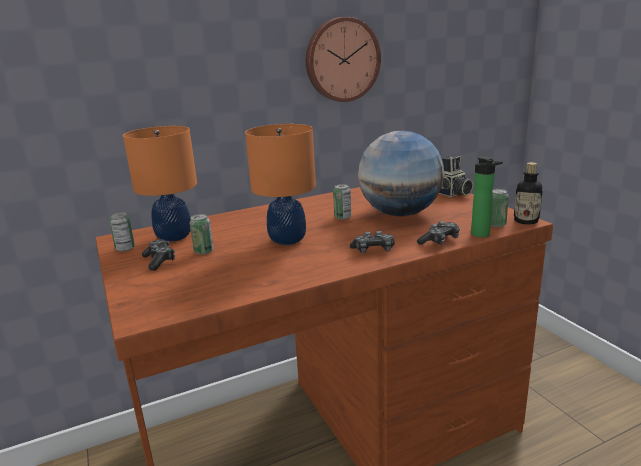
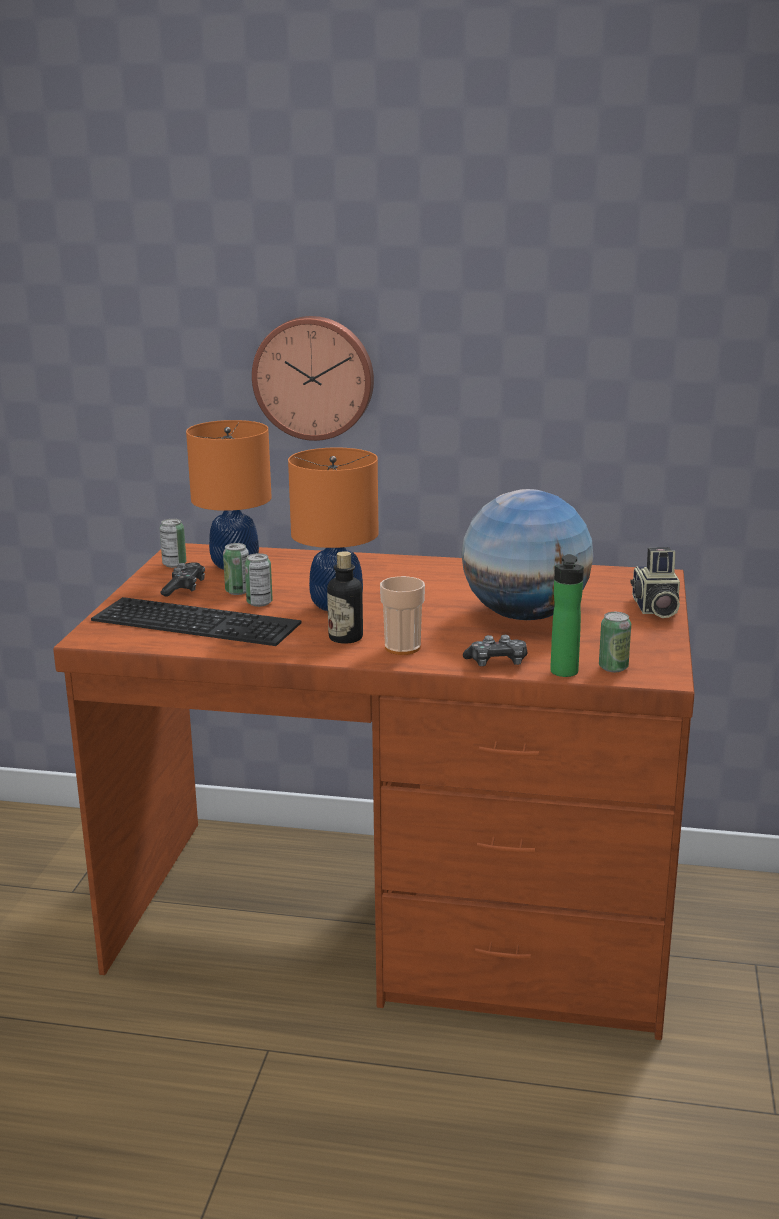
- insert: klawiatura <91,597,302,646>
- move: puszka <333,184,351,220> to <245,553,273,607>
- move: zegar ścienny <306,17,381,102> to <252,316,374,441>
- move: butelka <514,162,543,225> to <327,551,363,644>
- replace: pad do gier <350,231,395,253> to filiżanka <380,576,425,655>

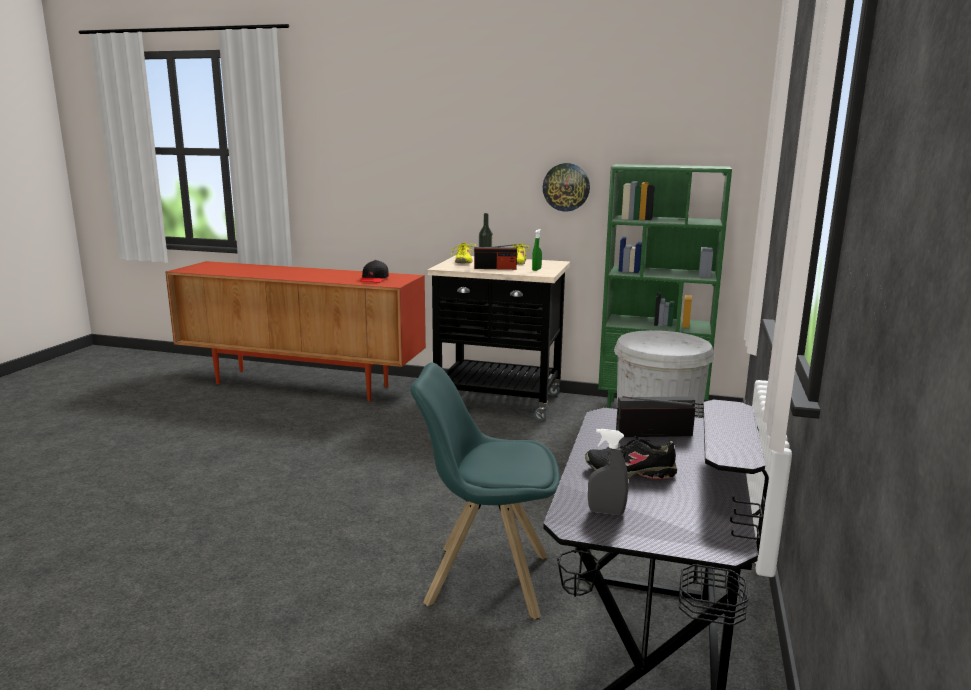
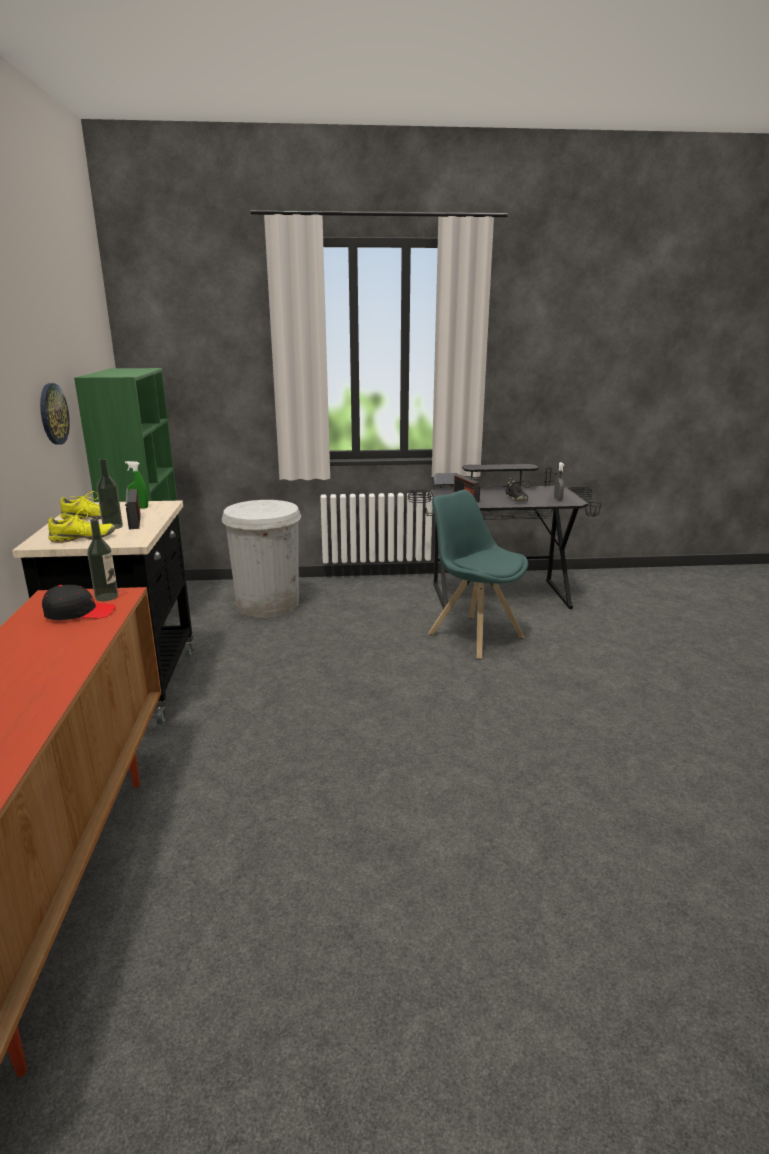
- insert: butelka <87,519,118,601>
- rotate: krzesło/turkusowy <410,363,560,620> = <428,490,528,659> 150 degrees clockwise

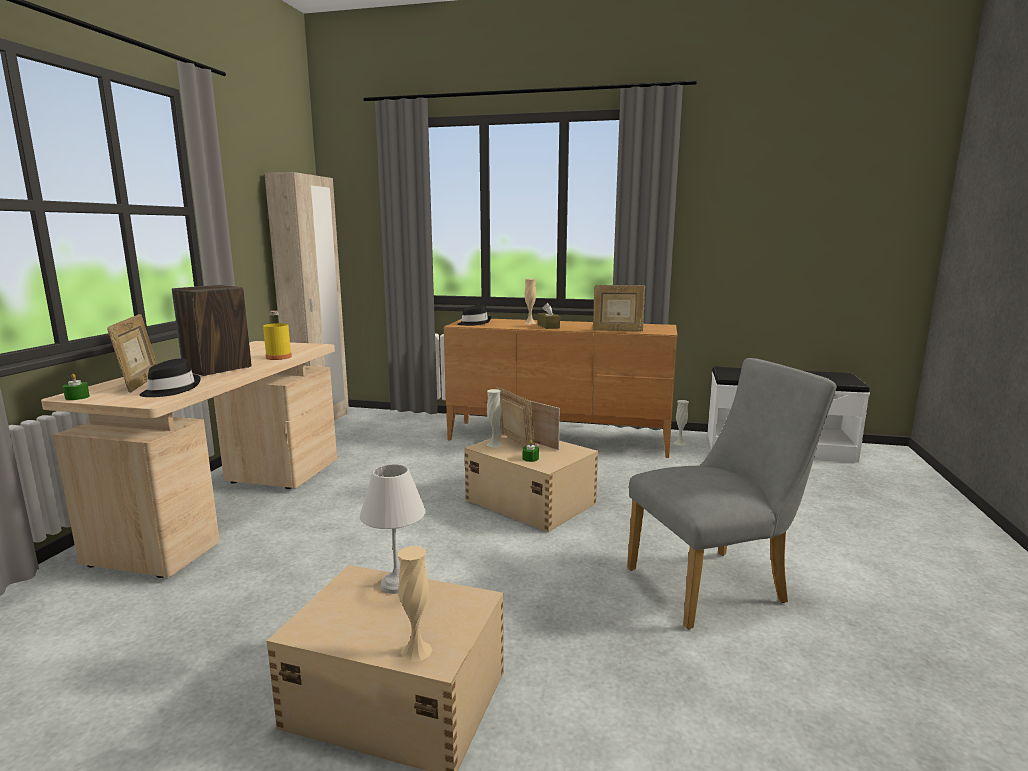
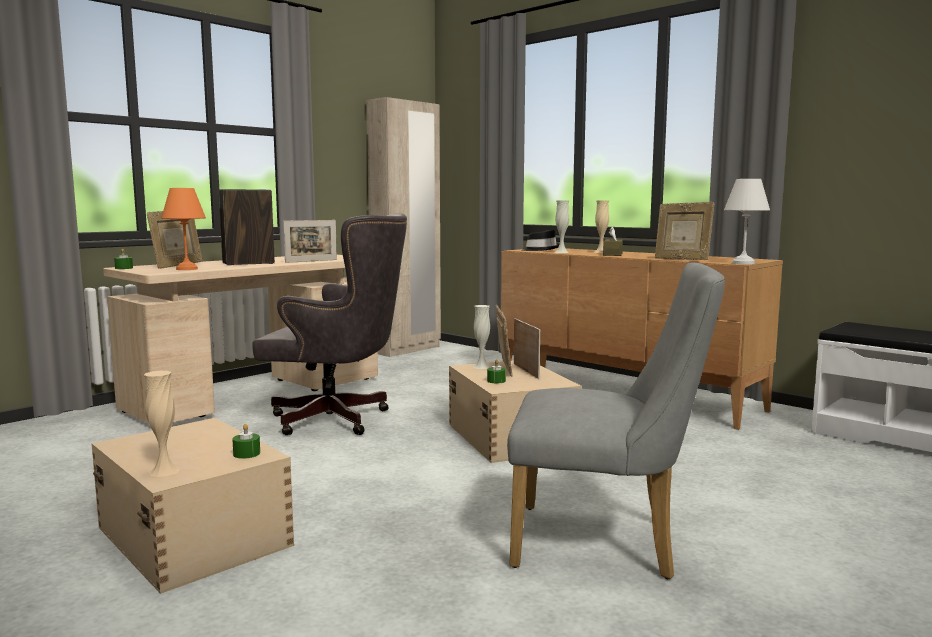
- replace: kapelusz/czarny <140,358,201,397> to lampa stołowa/pomarańczowy <161,188,206,270>
- insert: świeca/zielony <232,424,260,459>
- insert: krzesło biurowe/szary <252,213,407,435>
- replace: butelka/żółty <263,310,292,360> to ramka na zdjęcie <283,220,337,263>
- move: wazon/biały <674,400,689,445> to <555,201,569,253>
- move: lampa stołowa/biały <360,464,426,594> to <724,179,770,264>

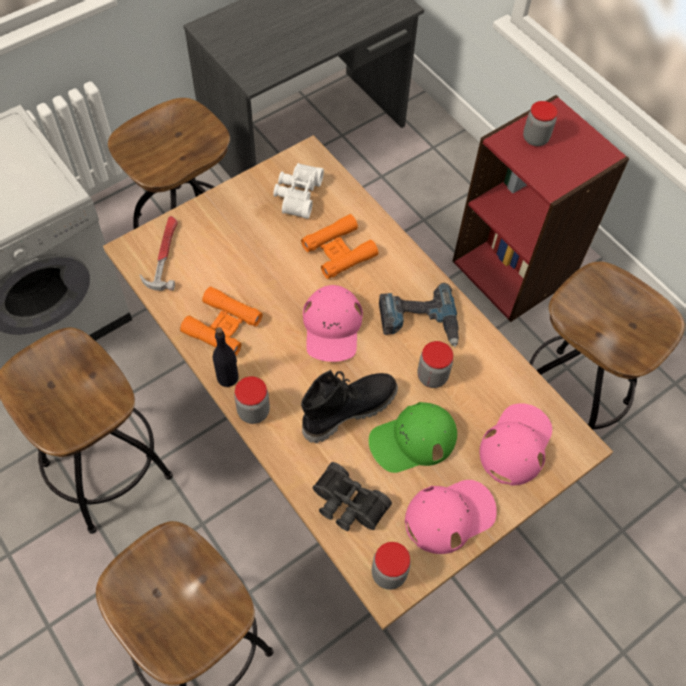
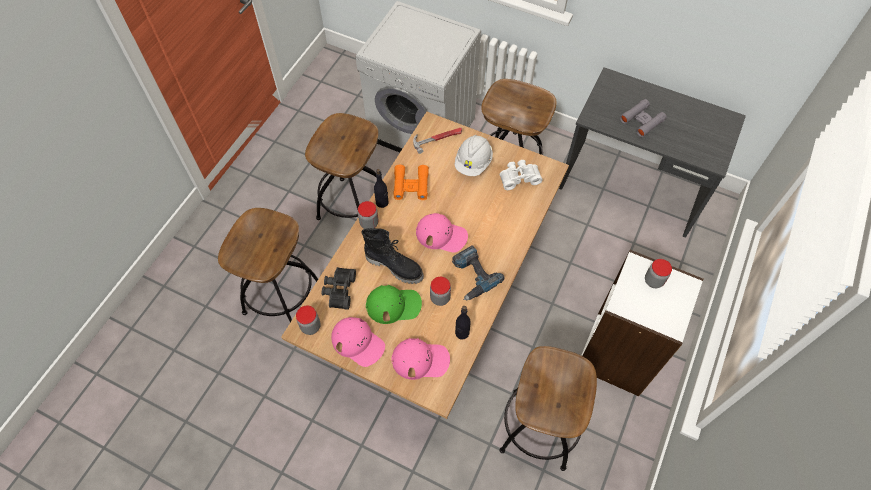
- rotate: czapka z daszkiem/zielony <369,402,457,473> = <366,285,422,324> 135 degrees clockwise
- rotate: czapka z daszkiem/różowy <303,285,363,362> = <416,213,468,253> 135 degrees counterclockwise
- insert: kask/biały <455,135,493,176>
- insert: butelka/czarny <455,306,471,340>
- recolor: regał/czerwony <452,95,629,322> to regał/biały <581,250,703,396>
- insert: lornetka/szary <620,99,667,137>
- delete: lornetka/pomarańczowy <301,214,378,279>

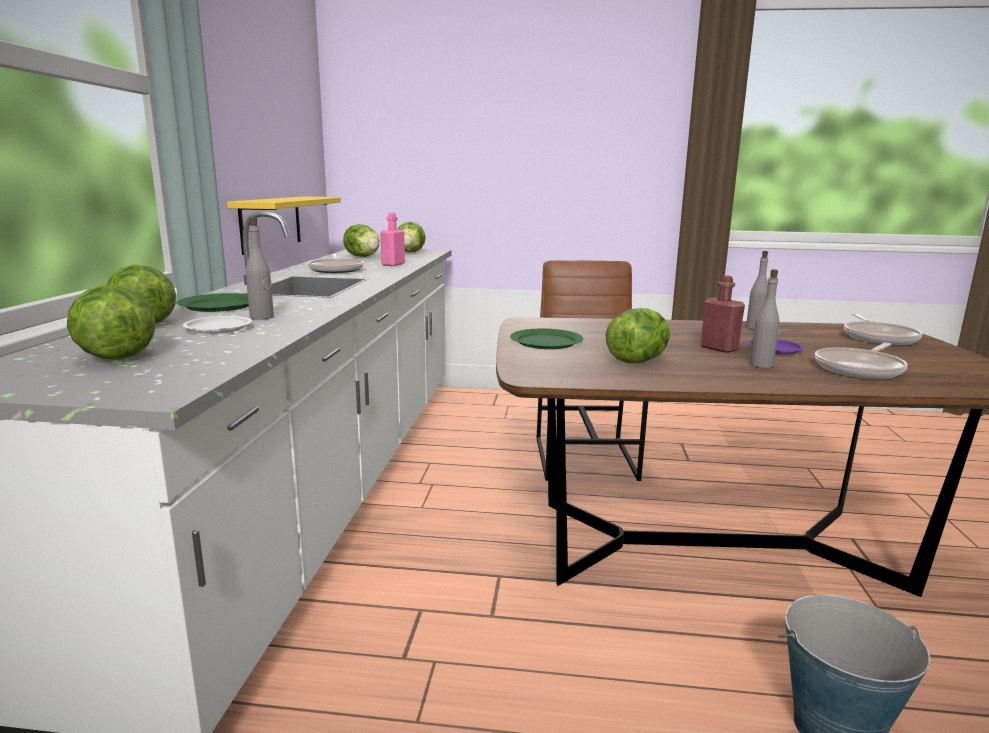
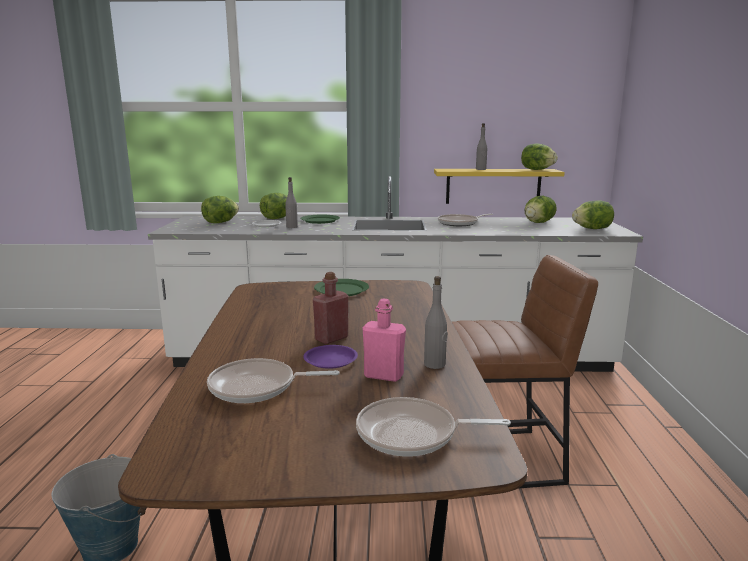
- rotate: patelnia <815,342,908,379> = <207,358,340,403> 45 degrees counterclockwise
- move: butelka/różowy <380,213,405,266> to <362,299,406,382>
- move: butelka/szary <750,269,779,368> to <476,123,487,170>
- move: sałata <606,308,670,363> to <521,143,558,170>

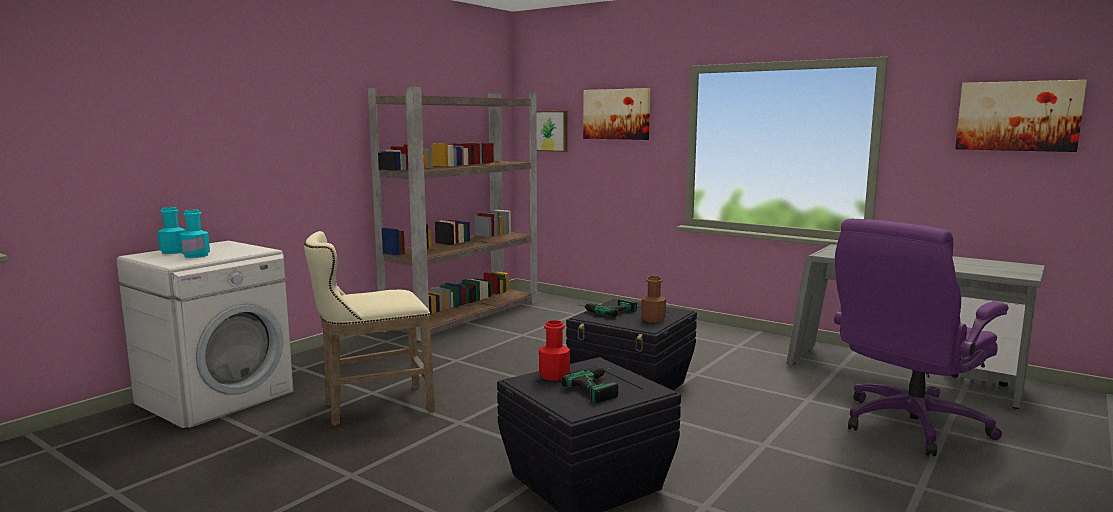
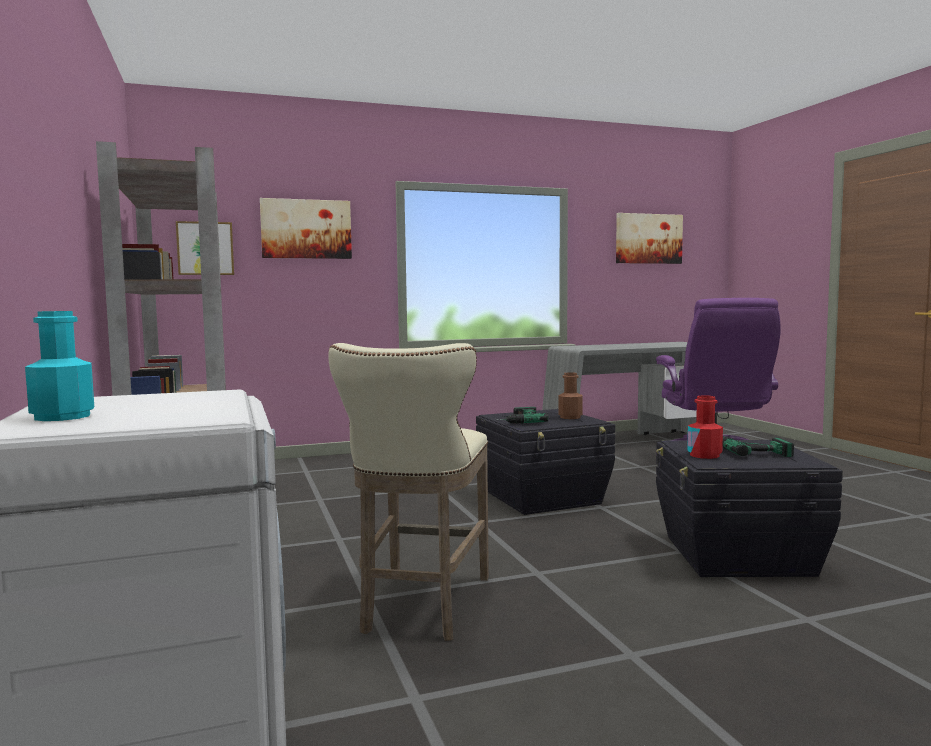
- delete: butelka/turkusowy <180,210,210,258>

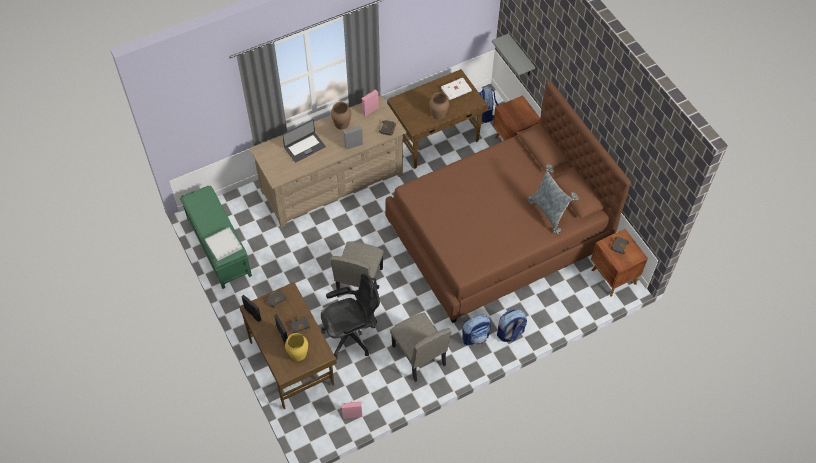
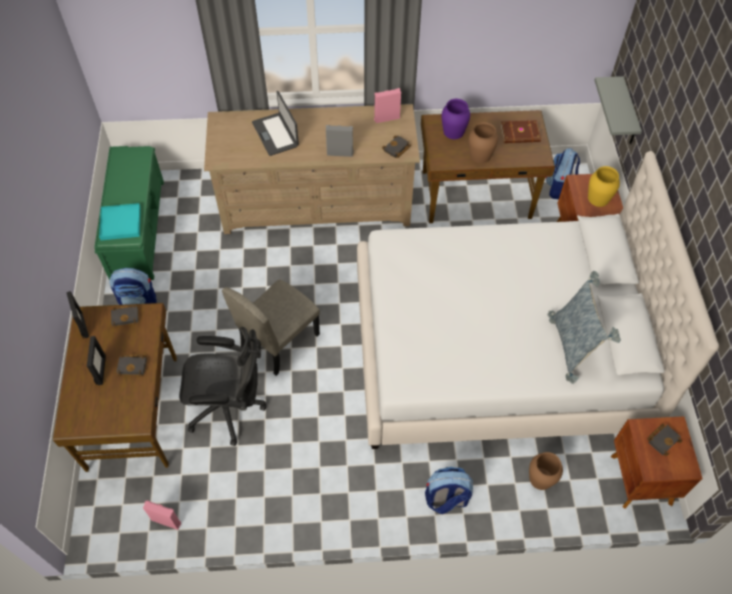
- recolor: taca/biały <205,227,242,261> to taca/turkusowy <99,203,141,240>
- move: plecak <462,315,491,346> to <109,268,157,305>
- rotate: laptop <282,119,326,163> = <252,91,299,156> 75 degrees clockwise
- recolor: łóżko/brązowy <385,81,631,323> to łóżko/biały <357,151,719,449>
- insert: wazon/fioletowy <442,99,470,139>
- recolor: książka/biały <441,78,472,100> to książka/brązowy <500,120,541,143>
- move: wazon/brązowy <331,102,351,129> to <529,452,563,490>
- move: wazon/żółty <285,333,308,361> to <588,166,620,207>
- delete: krzesło/beżowy <390,312,452,382>

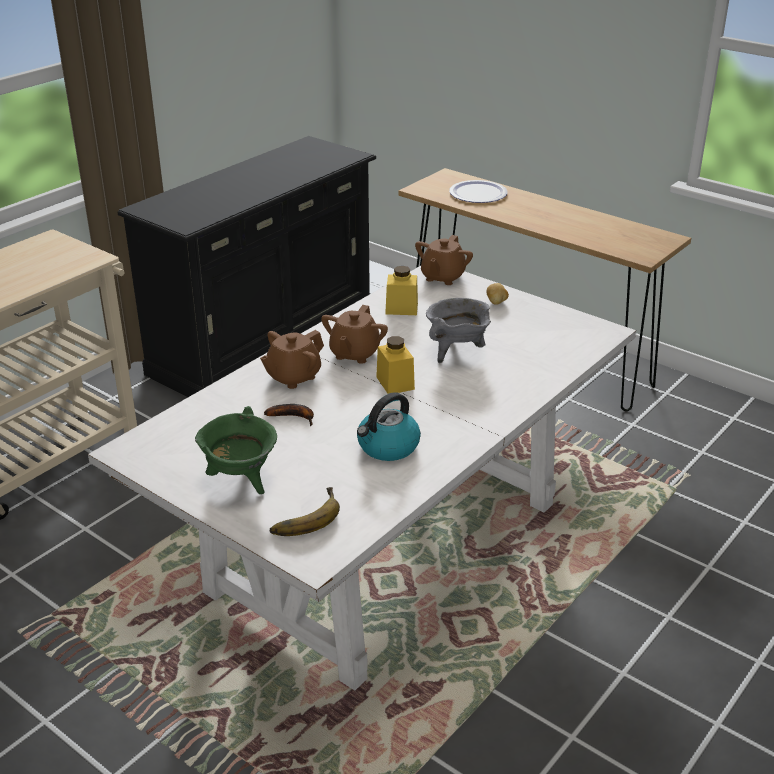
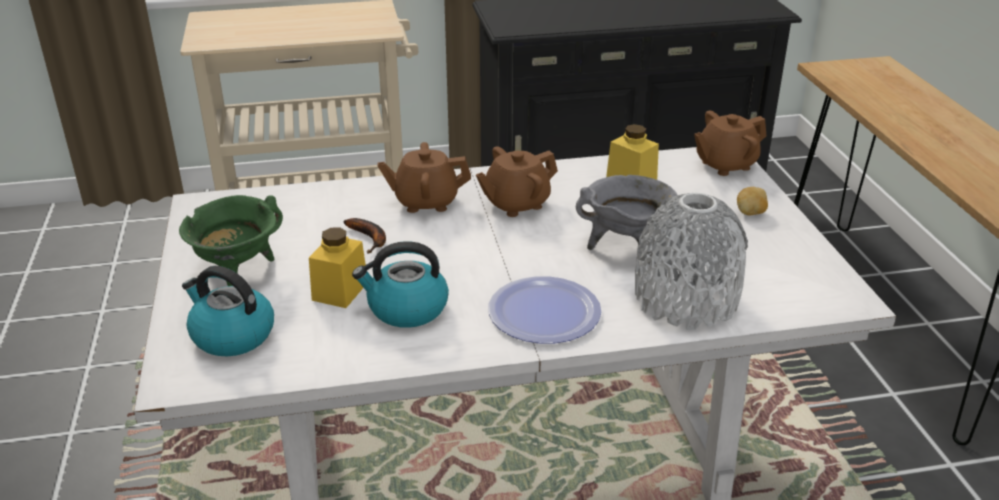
- replace: banan <270,487,340,536> to czajnik <182,266,274,356>
- move: słoik/żółty <376,336,415,394> to <309,227,366,308>
- move: talerz <449,180,508,203> to <488,276,601,343>
- insert: wazon/szary <635,193,748,330>

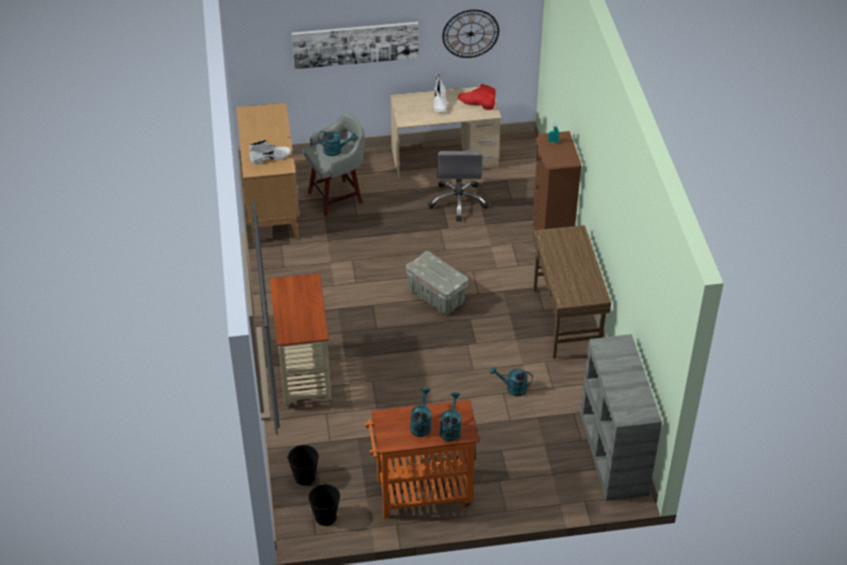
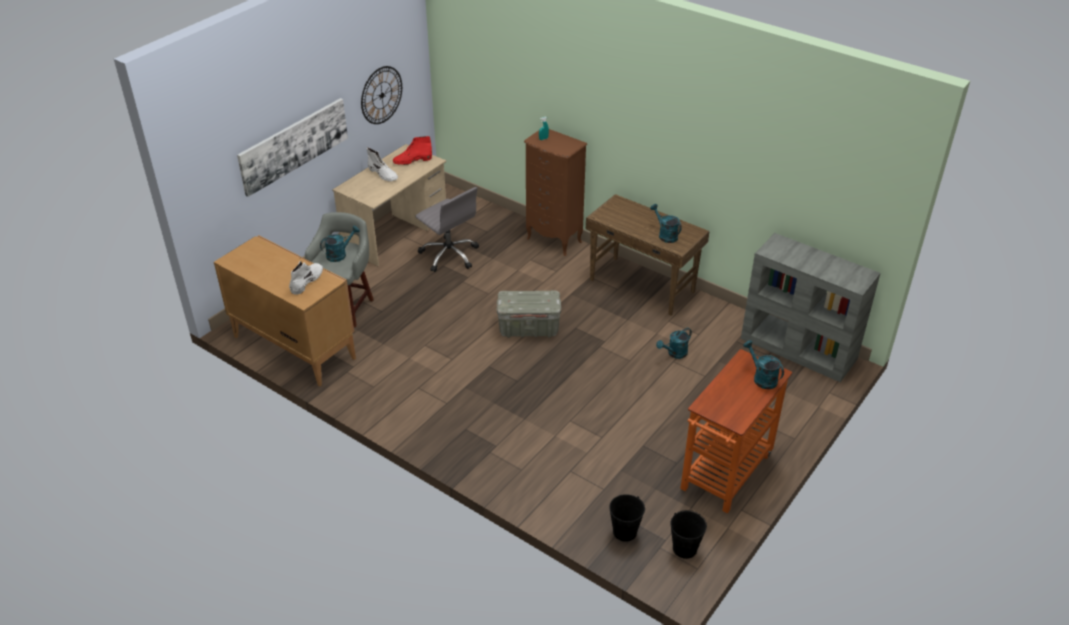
- move: konewka/turkusowy <410,388,431,437> to <650,204,682,243>
- delete: wózek/beżowy <270,273,331,407>

